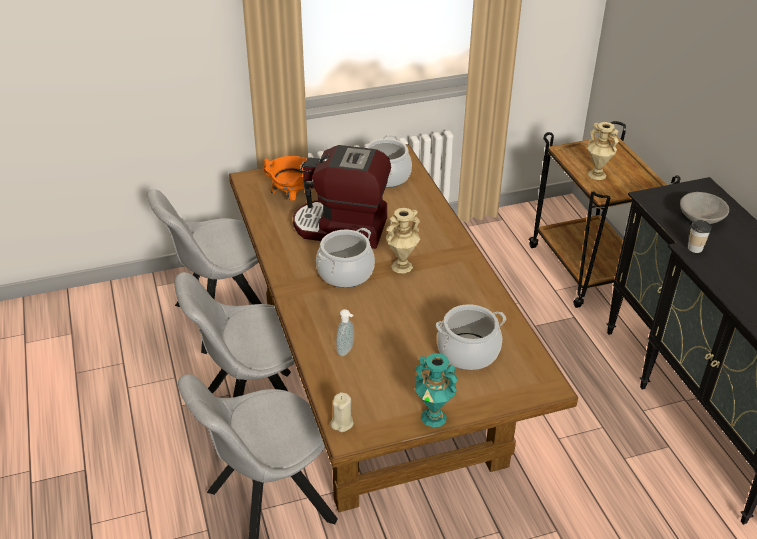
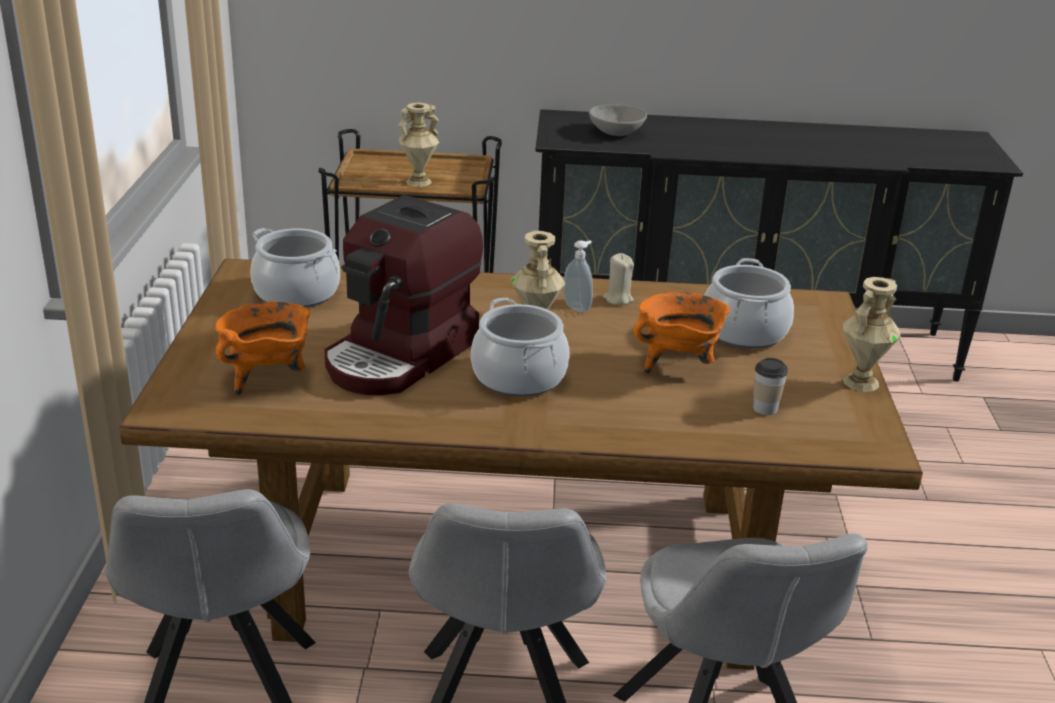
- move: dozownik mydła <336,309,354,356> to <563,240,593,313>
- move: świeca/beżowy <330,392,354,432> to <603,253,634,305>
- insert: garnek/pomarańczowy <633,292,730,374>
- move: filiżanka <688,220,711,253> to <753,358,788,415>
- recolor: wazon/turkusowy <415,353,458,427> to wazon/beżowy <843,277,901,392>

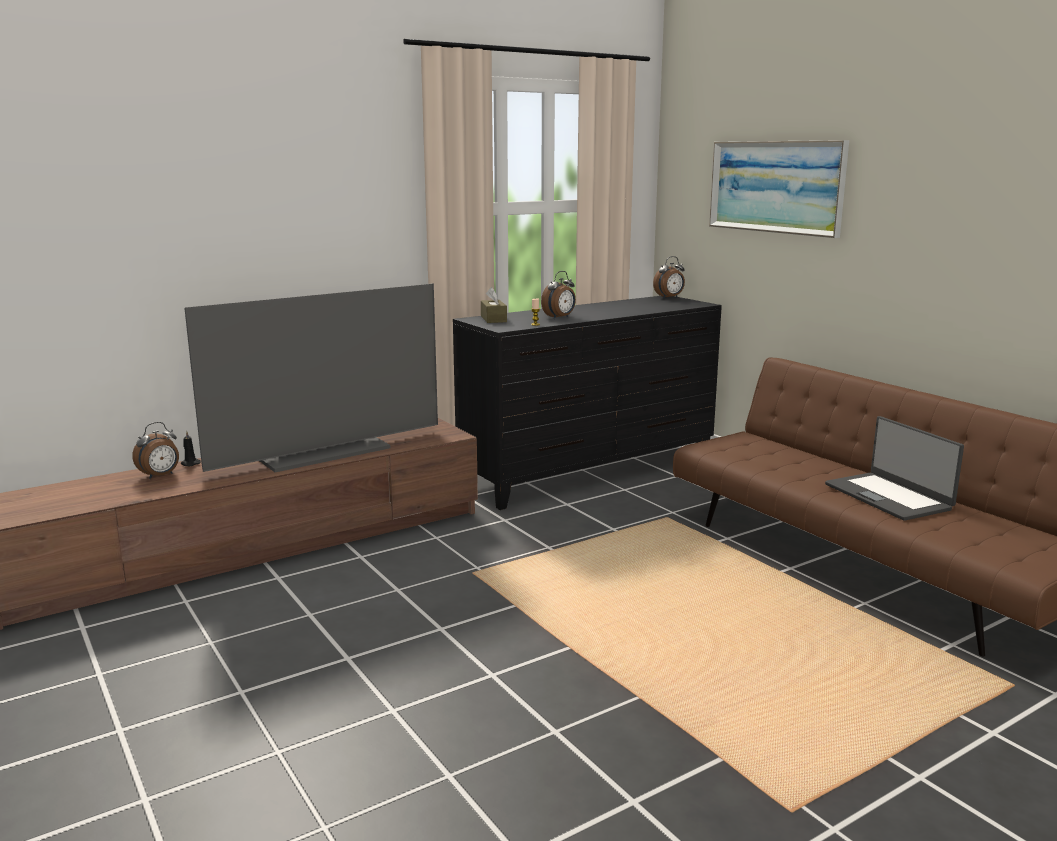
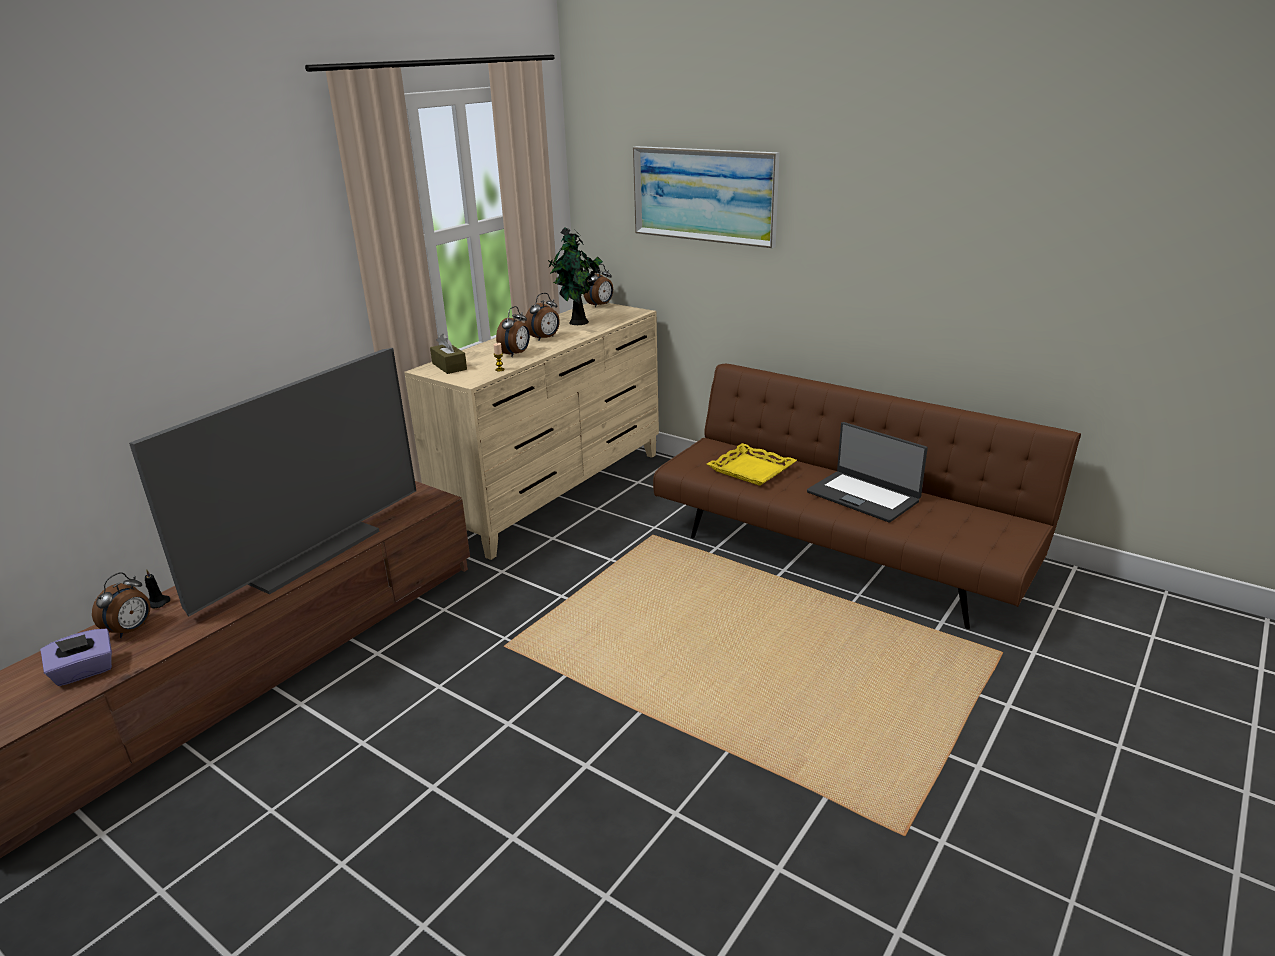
- insert: pudełko chusteczek/fioletowy <40,629,112,686>
- recolor: komoda/czarny <453,296,722,510> to komoda/beżowy <404,303,659,560>
- insert: budzik <525,293,560,341>
- insert: roślina doniczkowa <549,227,603,325>
- insert: taca/żółty <707,443,797,486>

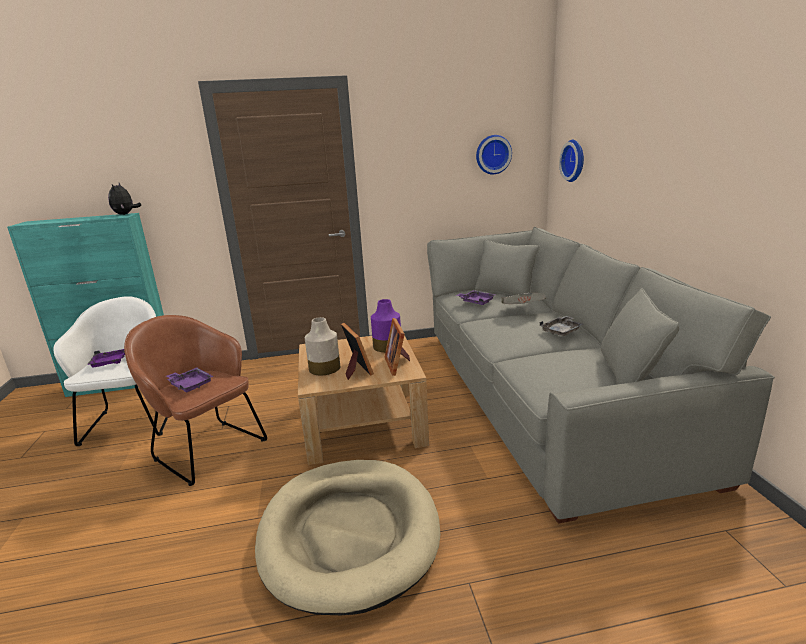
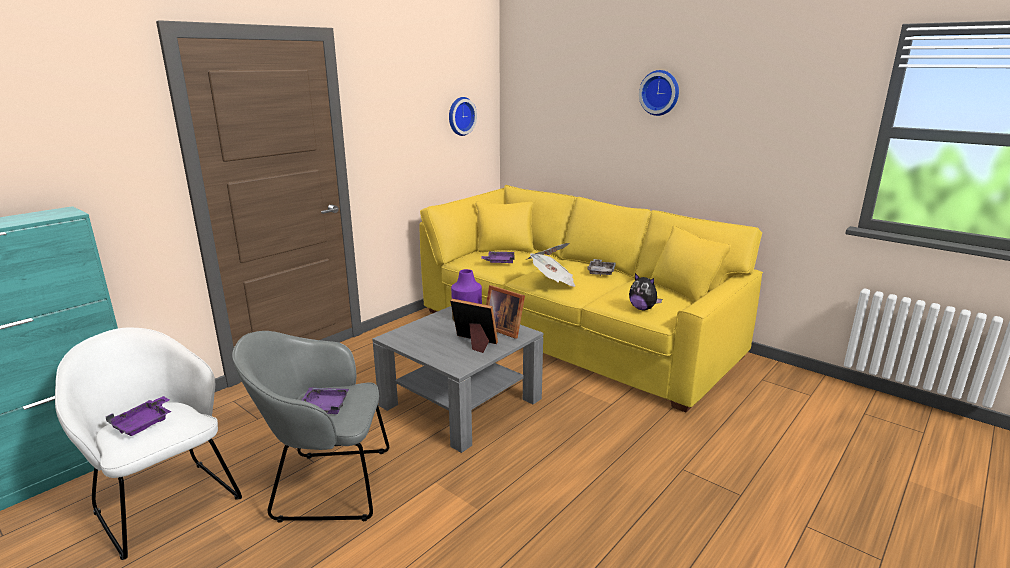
- recolor: fotel/brązowy <124,315,267,486> to fotel/szary <232,331,389,523>
- recolor: ława/brązowy <298,335,429,465> to ława/szary <372,306,543,453>
- recolor: kanapa/szary <427,227,775,523> to kanapa/żółty <419,185,763,412>
- insert: gazeta <530,253,575,287>
- move: pluszak <108,183,141,215> to <629,273,662,310>
- move: zegar ścienny <559,140,584,182> to <639,70,679,116>
- delete: legowisko/beżowy <255,460,441,615>
- delete: wazon/beżowy <305,317,340,375>

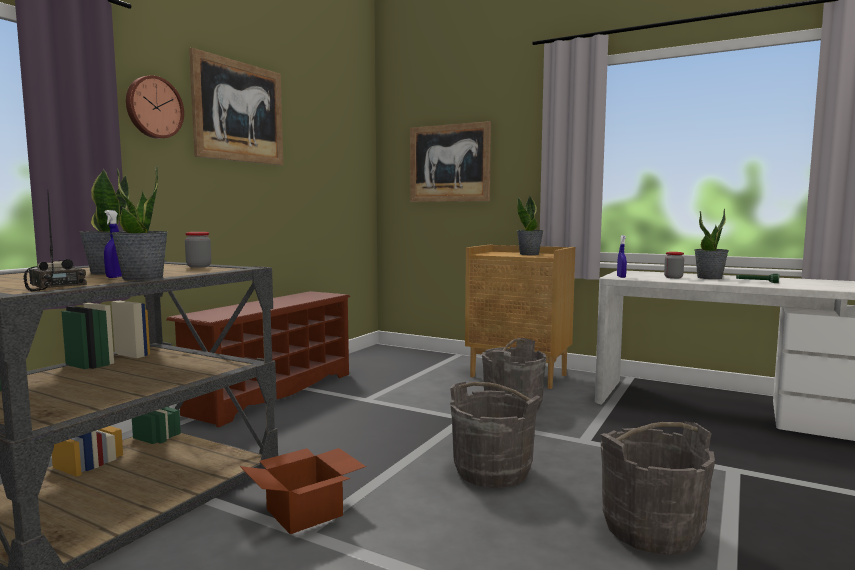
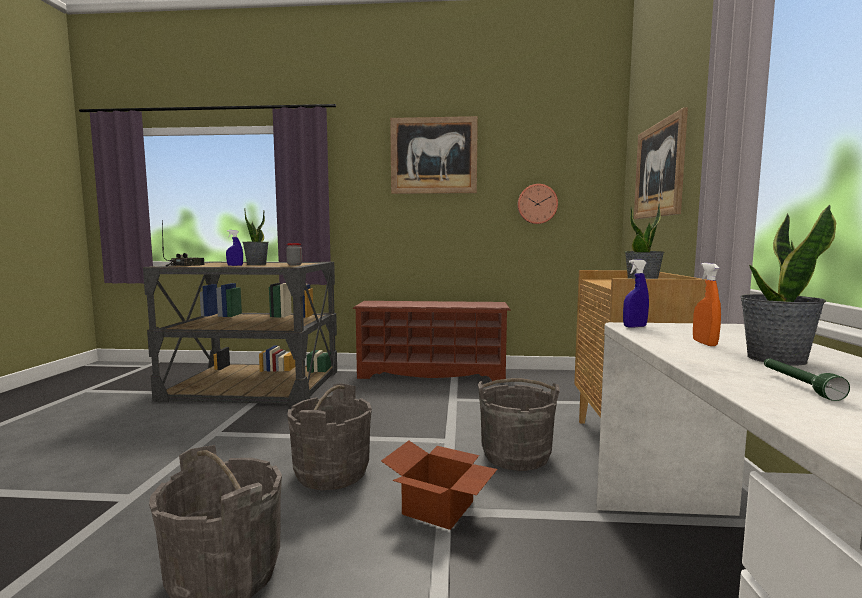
- move: karton <240,448,366,534> to <381,441,498,530>
- move: zegar ścienny <126,75,184,139> to <517,184,558,224>
- replace: słoik <664,252,684,279> to spryskiwacz/pomarańczowy <693,263,721,346>
- delete: roślina doniczkowa <111,165,168,281>

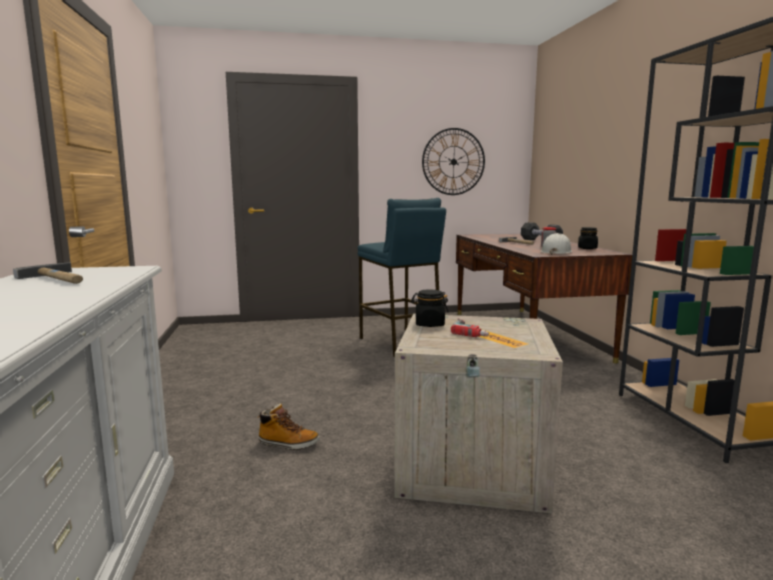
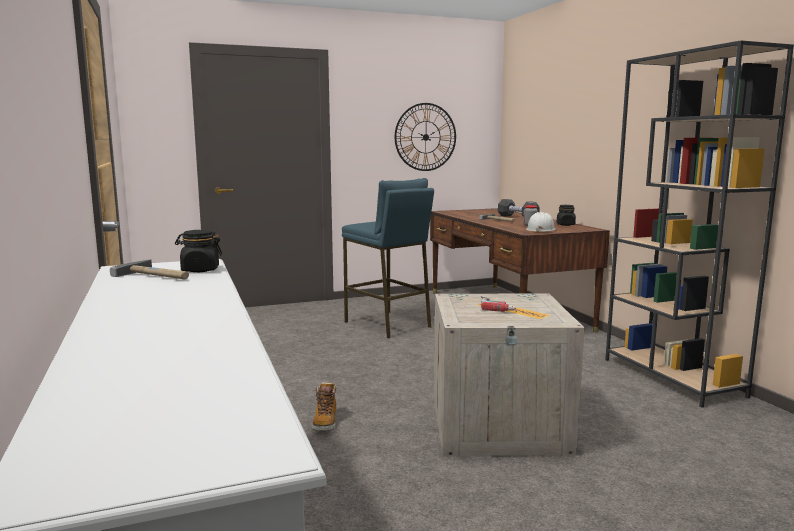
- move: słoik/czarny <411,289,449,327> to <175,230,222,272>
- rotate: but z cholewką <258,403,320,450> = <312,382,337,431> 90 degrees clockwise

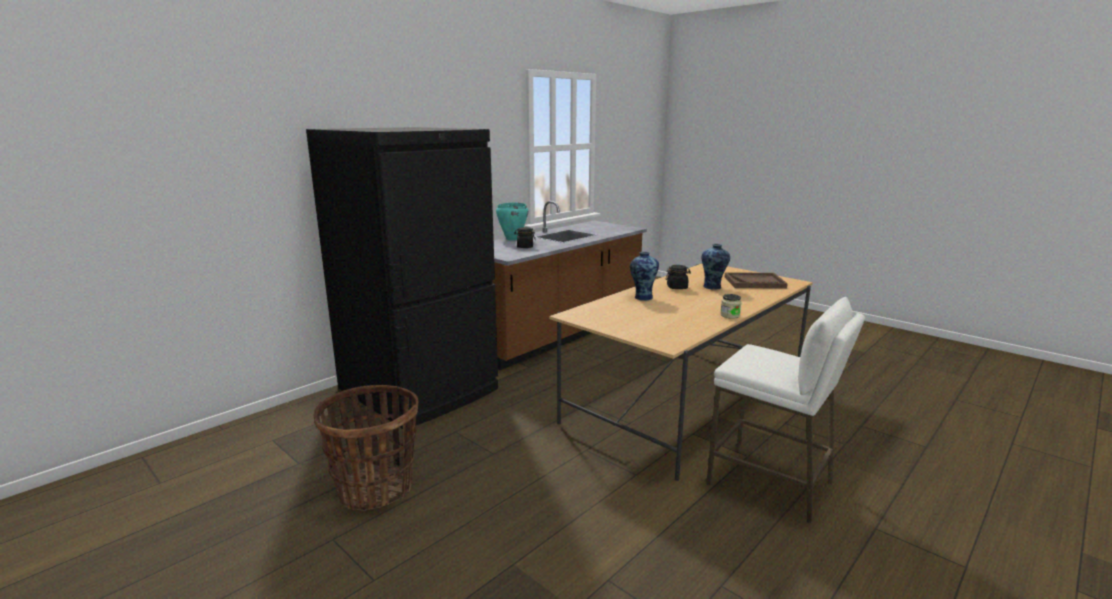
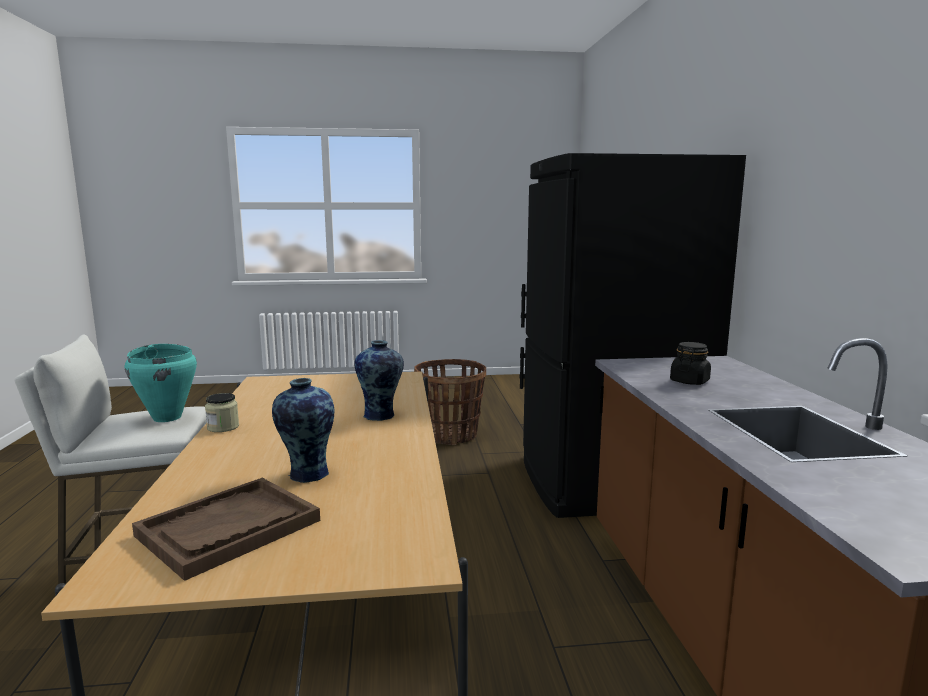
- move: garnek/turkusowy <496,202,528,241> to <124,344,197,422>
- delete: słoik/czarny <666,265,691,289>

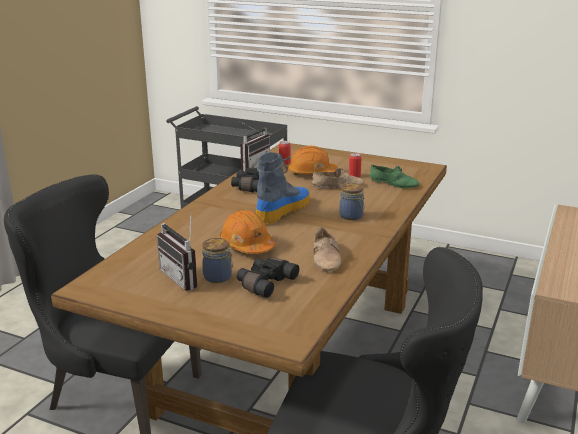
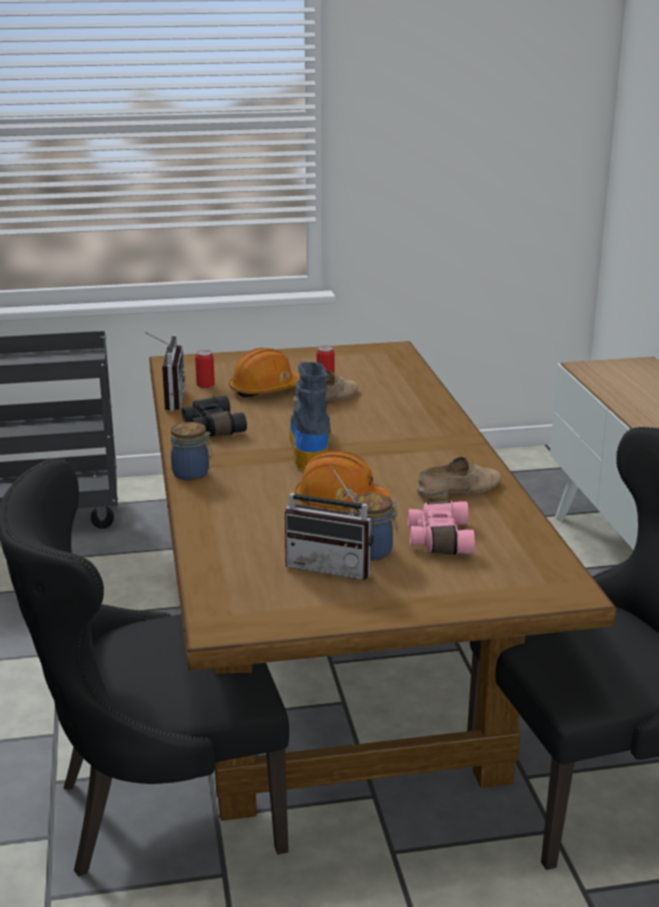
- move: słoik <339,183,364,220> to <171,422,213,480>
- recolor: lornetka/czarny <237,257,299,298> to lornetka/różowy <408,500,475,555>
- rotate: but/beżowy <313,226,341,272> = <416,456,502,498> 75 degrees counterclockwise
- delete: but/zielony <369,164,420,188>

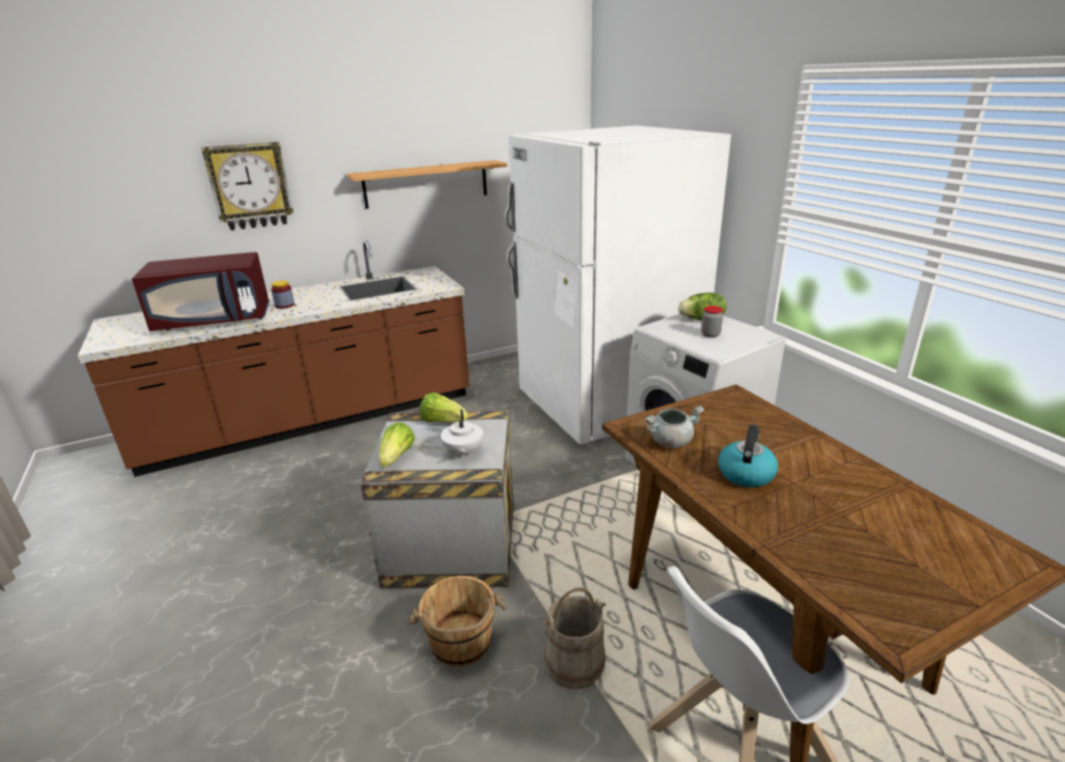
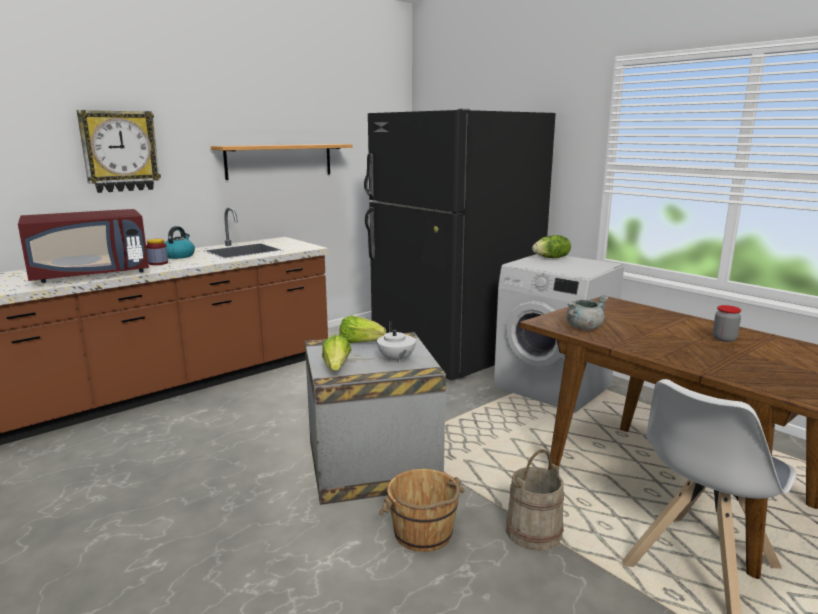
- move: czajnik <718,425,778,487> to <165,226,195,259>
- recolor: lodówka/biały <504,125,731,444> to lodówka/czarny <364,108,556,380>
- move: słoik <701,306,723,338> to <713,305,741,342>

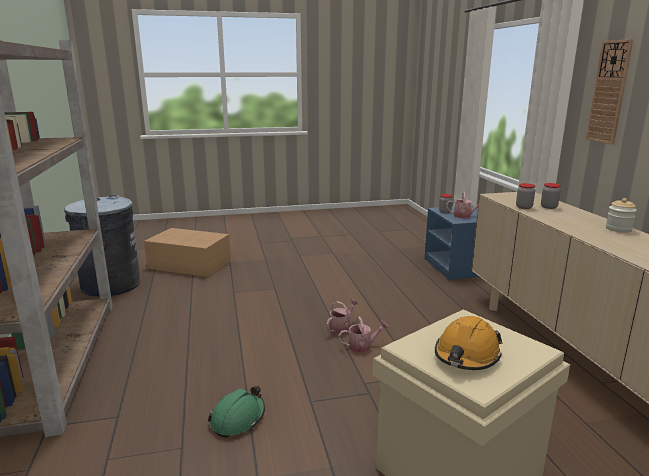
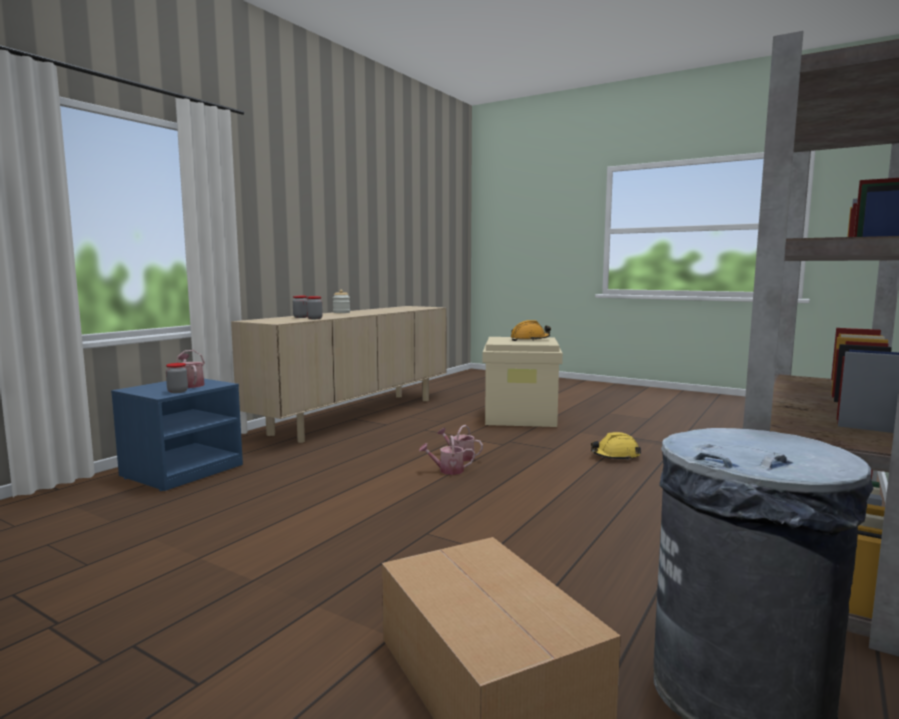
- recolor: kask/zielony <208,386,265,438> to kask/żółty <591,432,641,461>
- delete: zegar ścienny <586,39,634,144>

